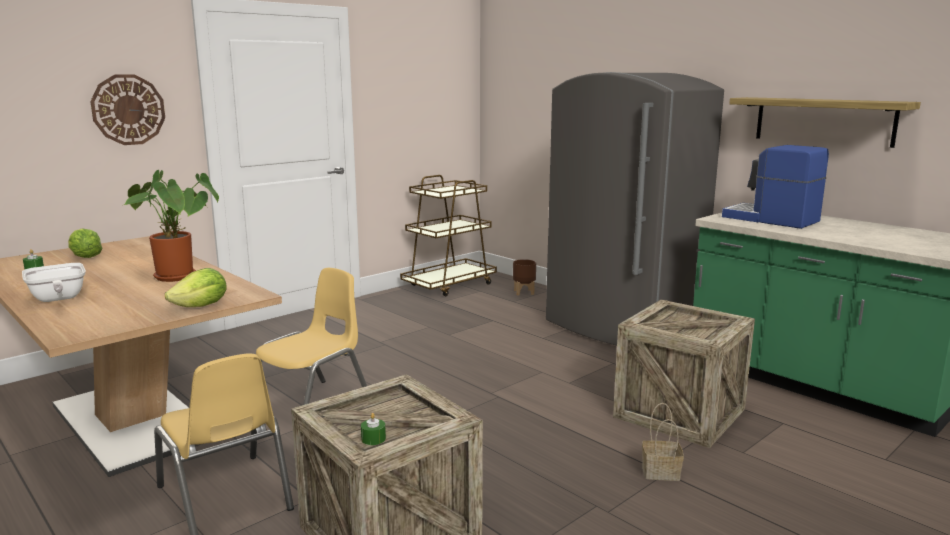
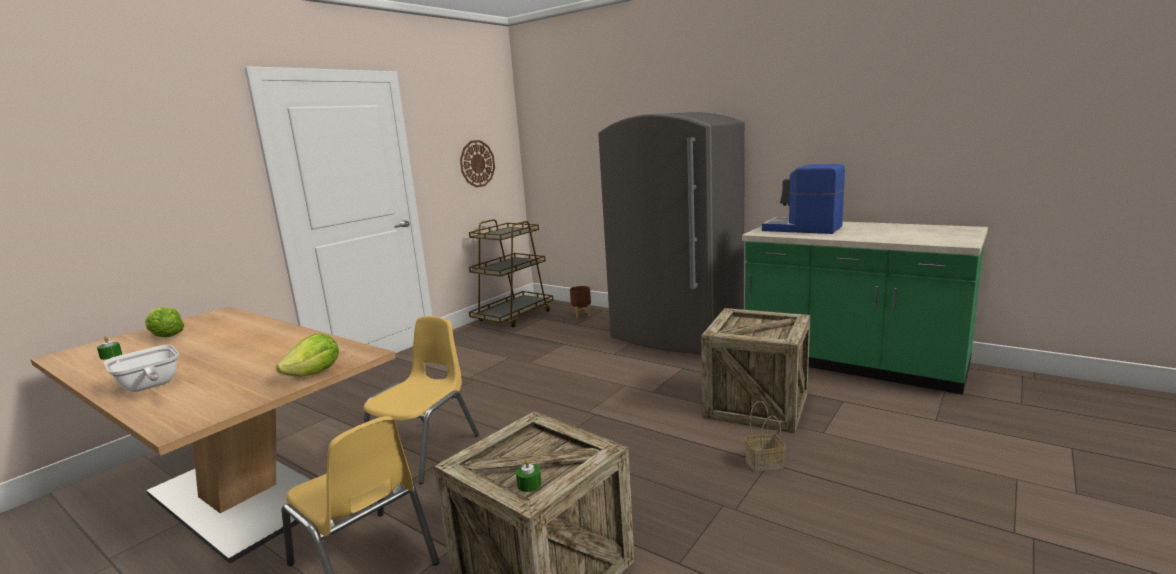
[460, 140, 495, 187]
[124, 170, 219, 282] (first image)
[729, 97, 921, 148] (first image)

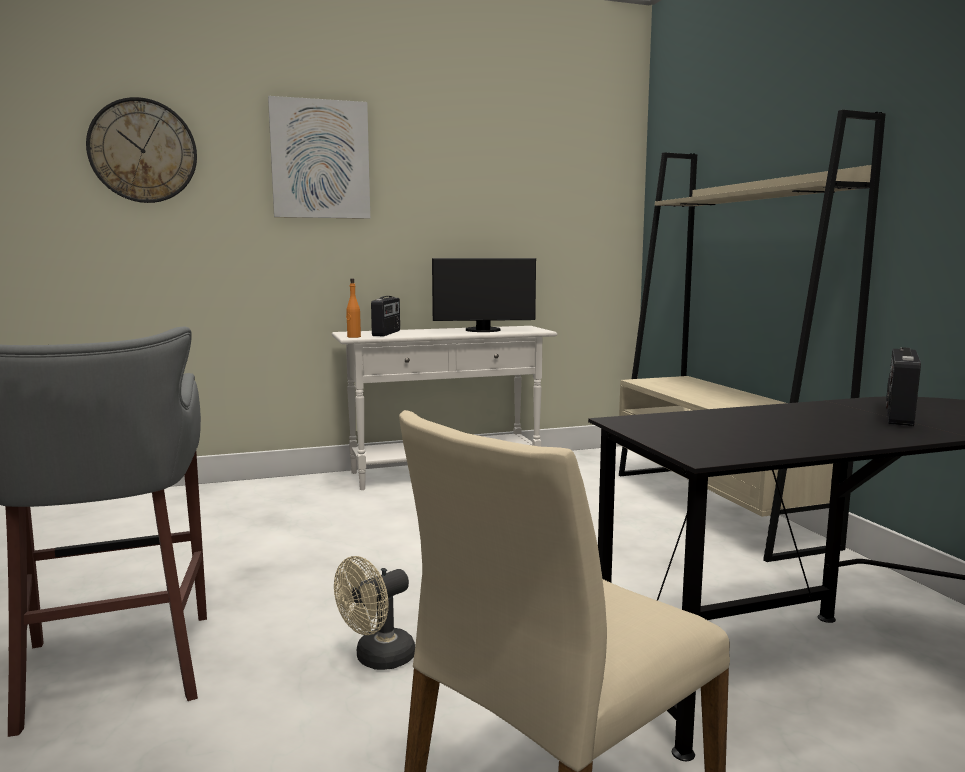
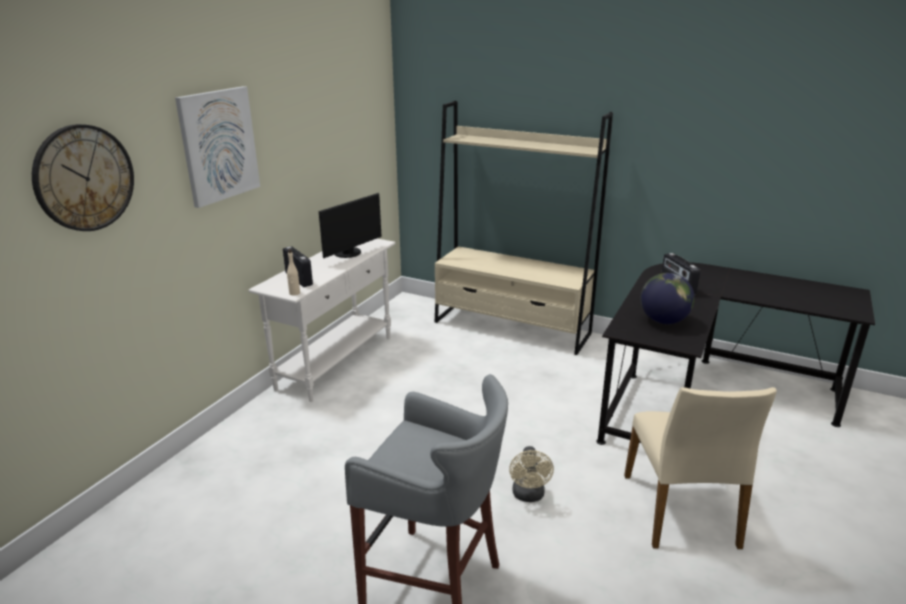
[287, 249, 300, 295]
[641, 273, 695, 324]

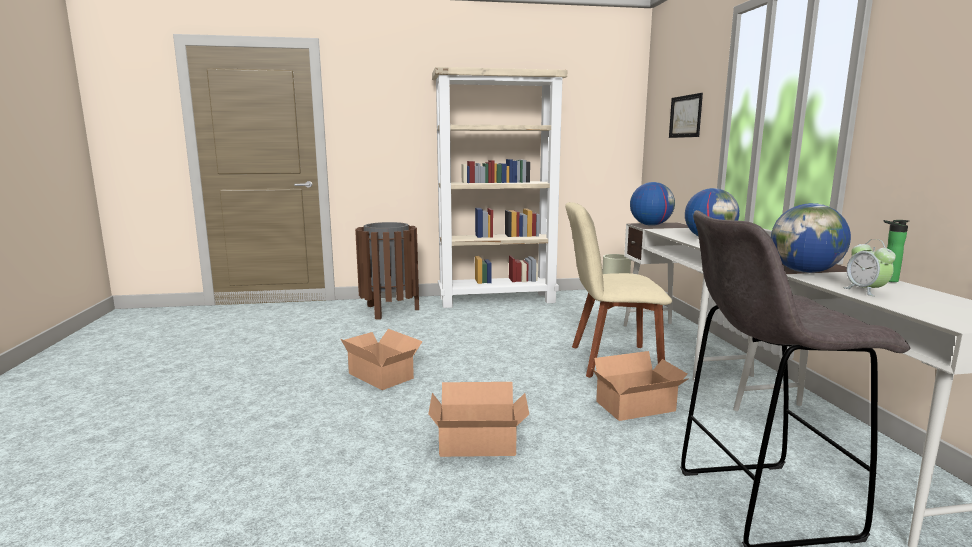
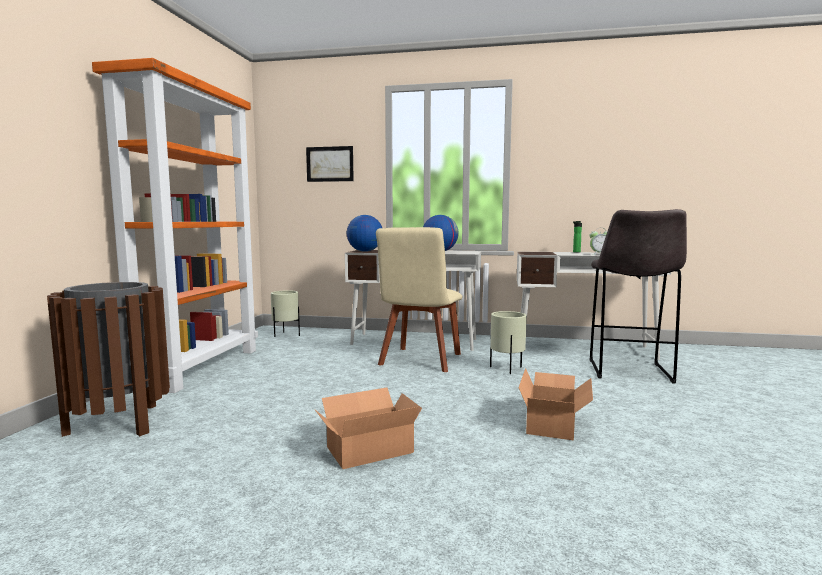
[92, 58, 258, 393]
[490, 311, 527, 374]
[771, 203, 851, 273] (first image)

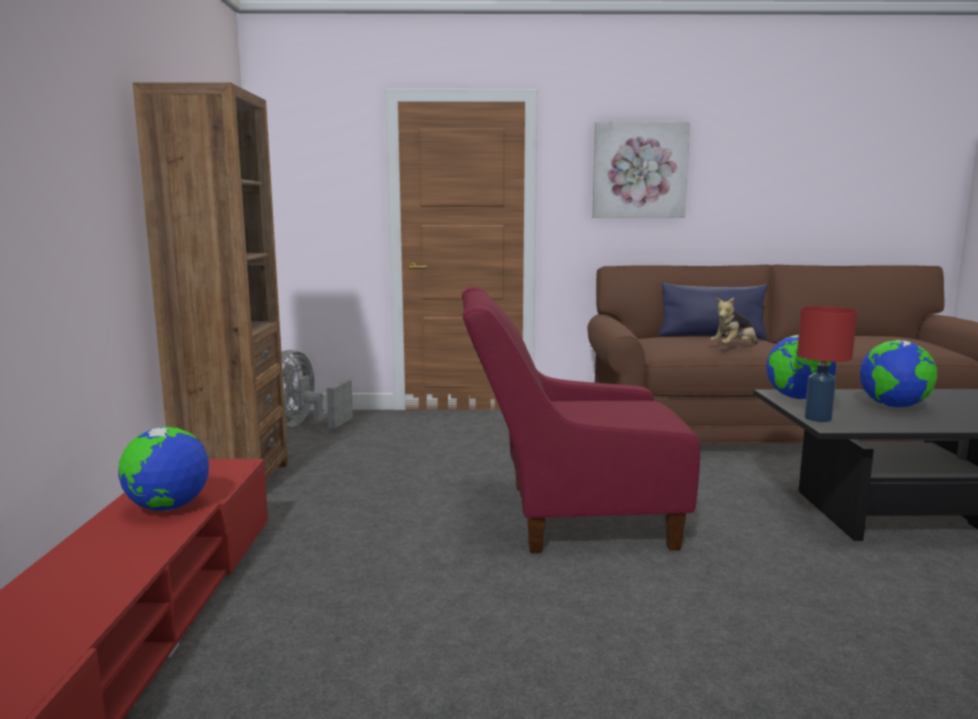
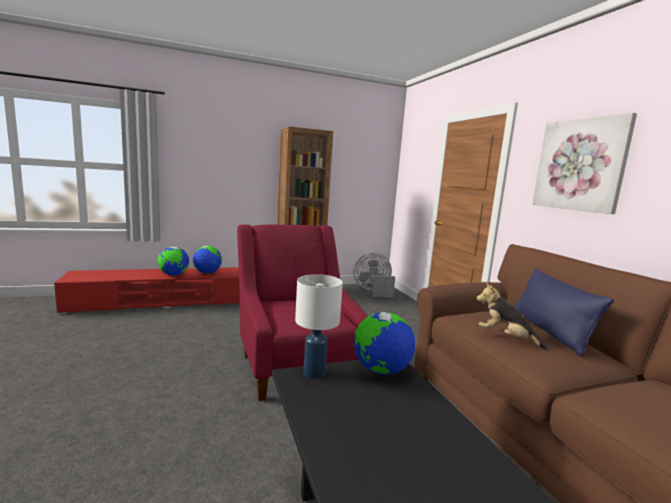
[158, 247, 189, 276]
[295, 274, 343, 379]

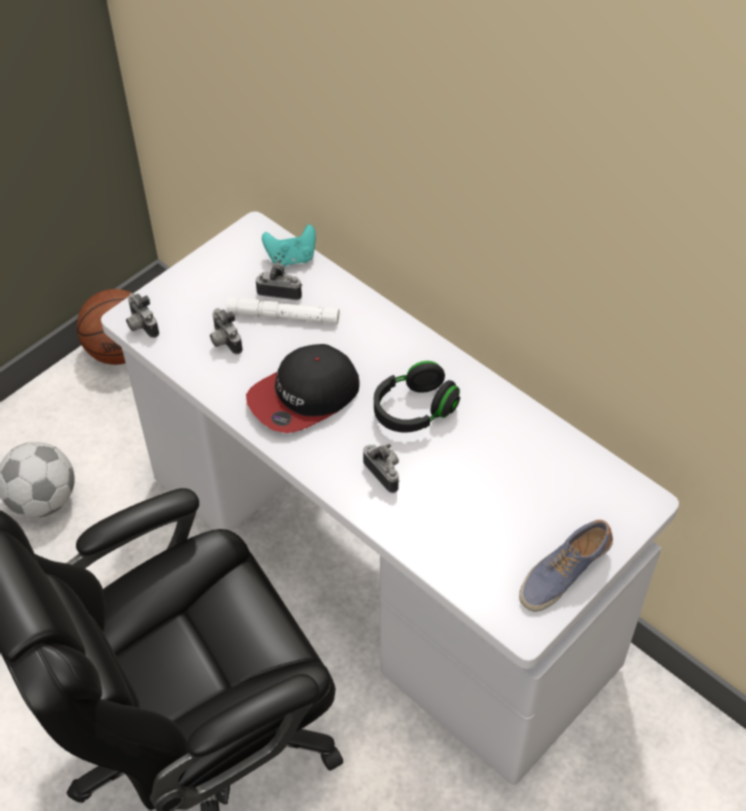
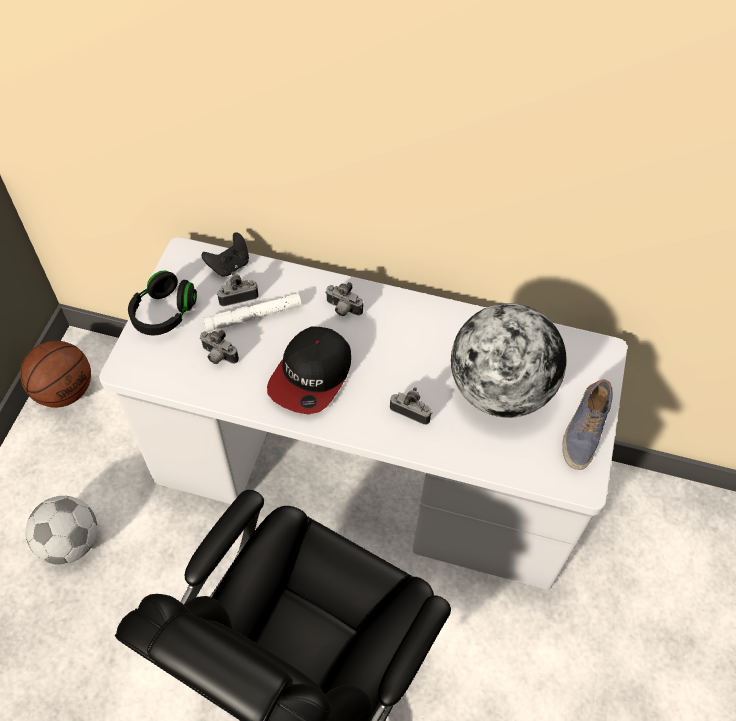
[128, 271, 197, 335]
[201, 233, 249, 277]
[325, 282, 363, 316]
[451, 303, 567, 418]

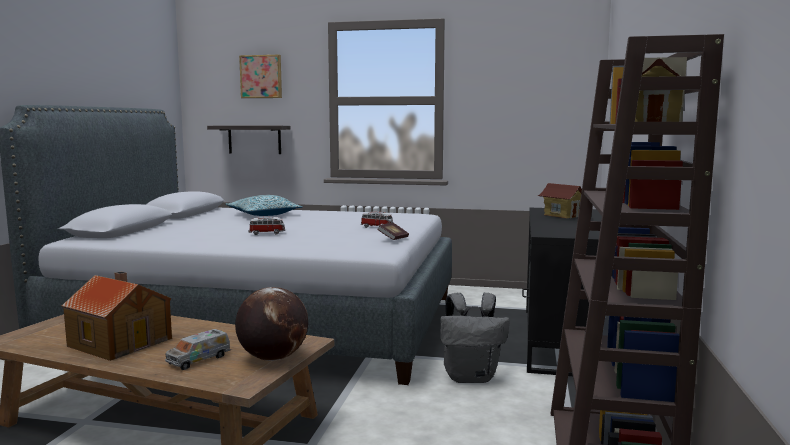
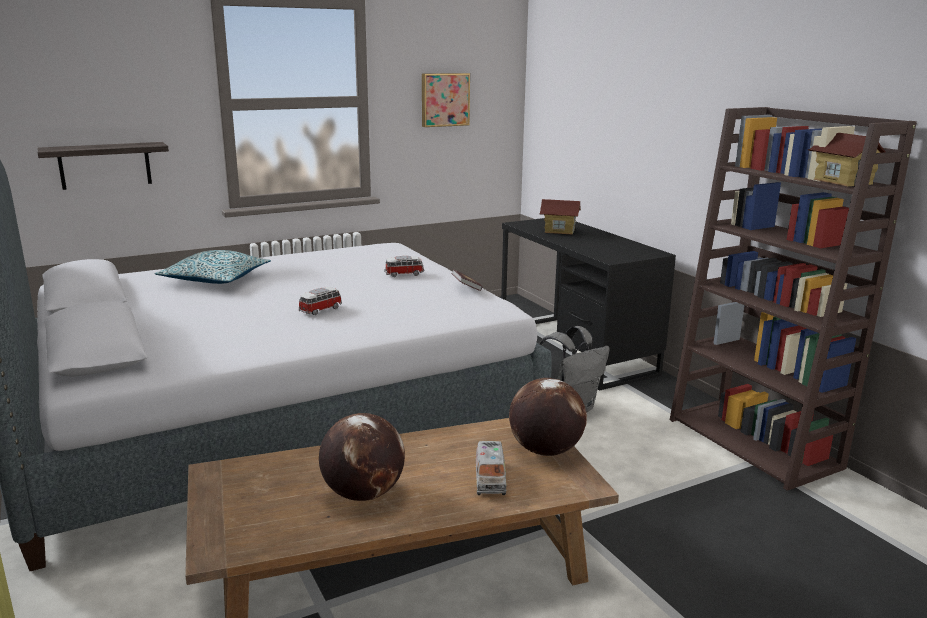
[319, 413, 405, 501]
[422, 73, 470, 127]

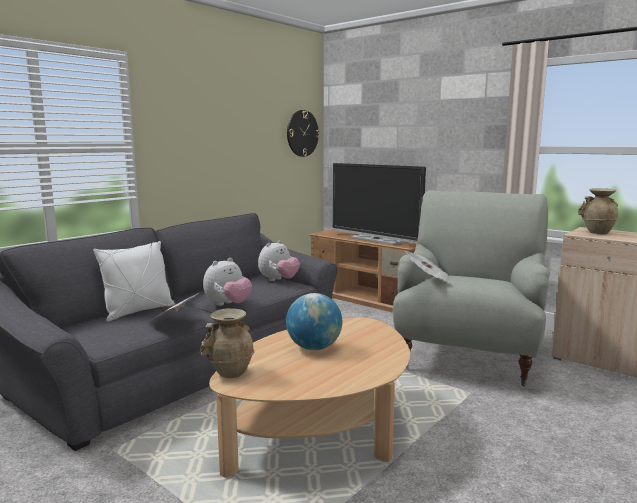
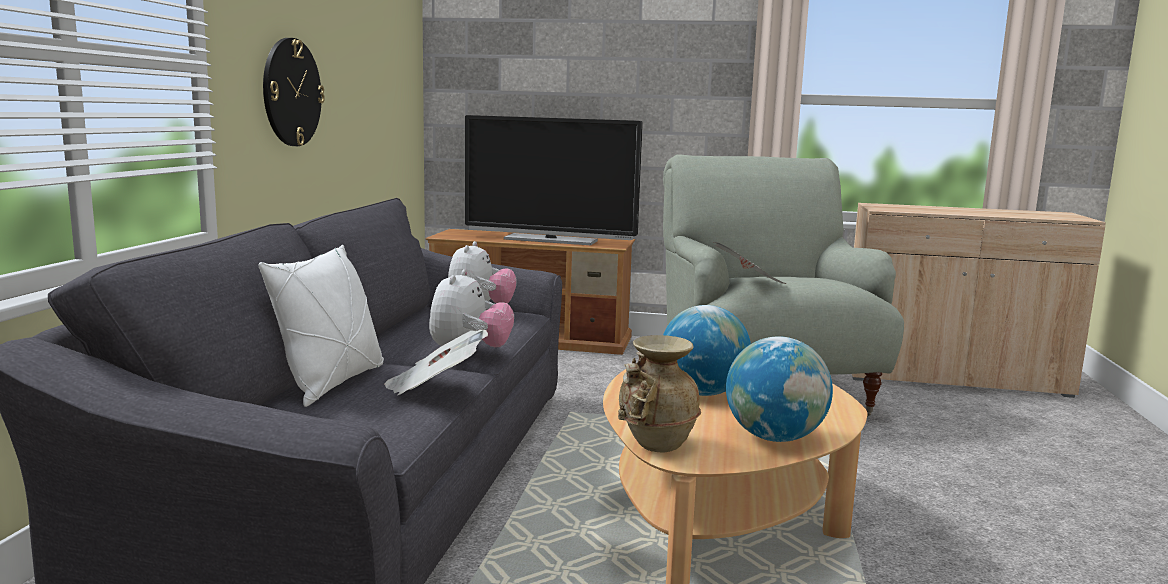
[263, 38, 325, 146]
[726, 336, 833, 442]
[578, 188, 619, 234] (first image)

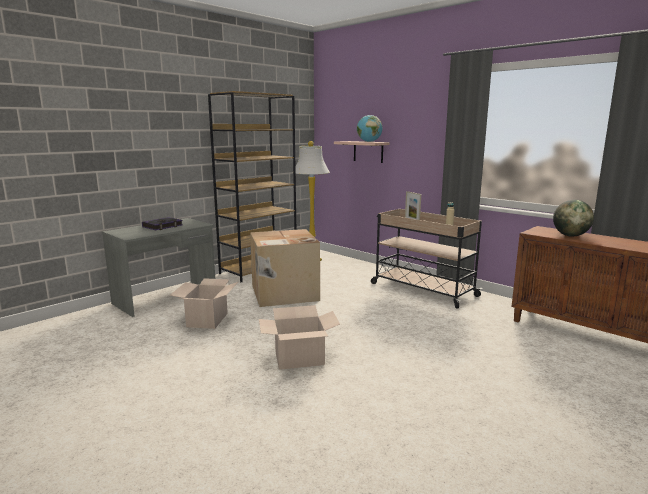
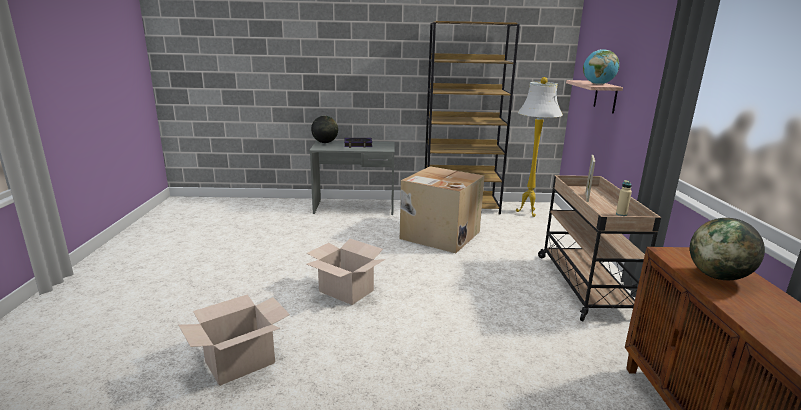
[179, 294, 290, 386]
[311, 116, 338, 143]

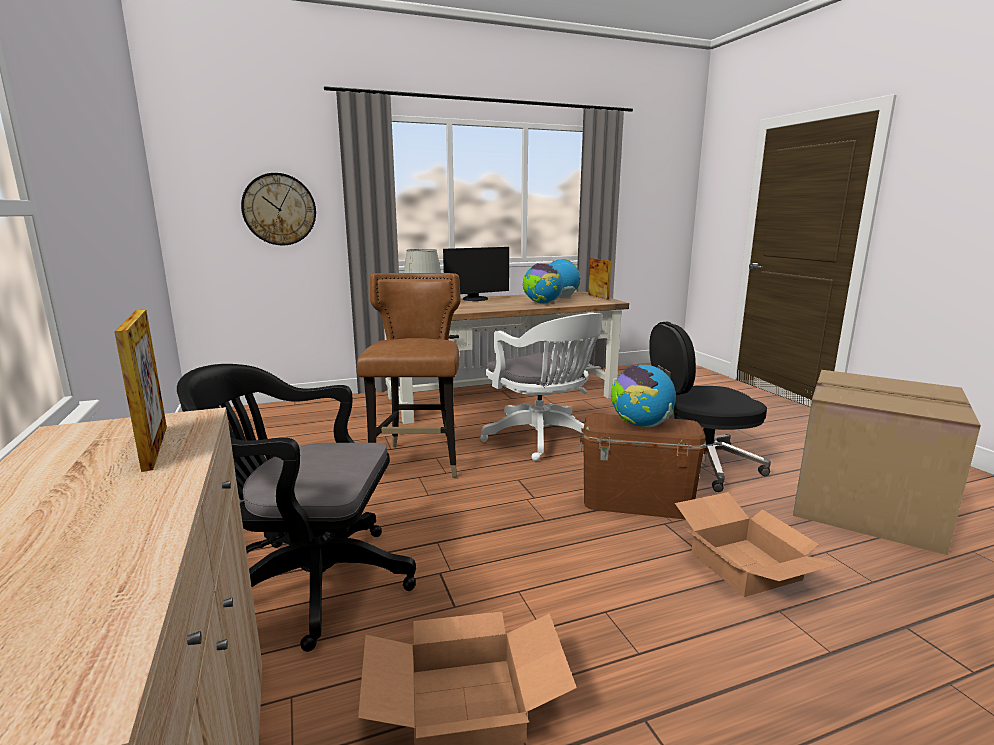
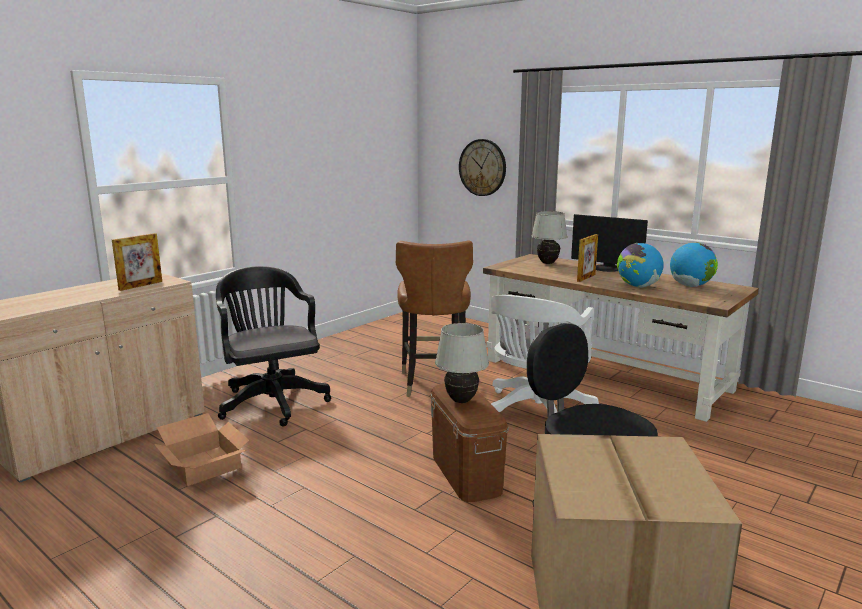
[396, 240, 473, 397]
[435, 323, 489, 403]
[577, 234, 598, 282]
[675, 492, 841, 597] (first image)

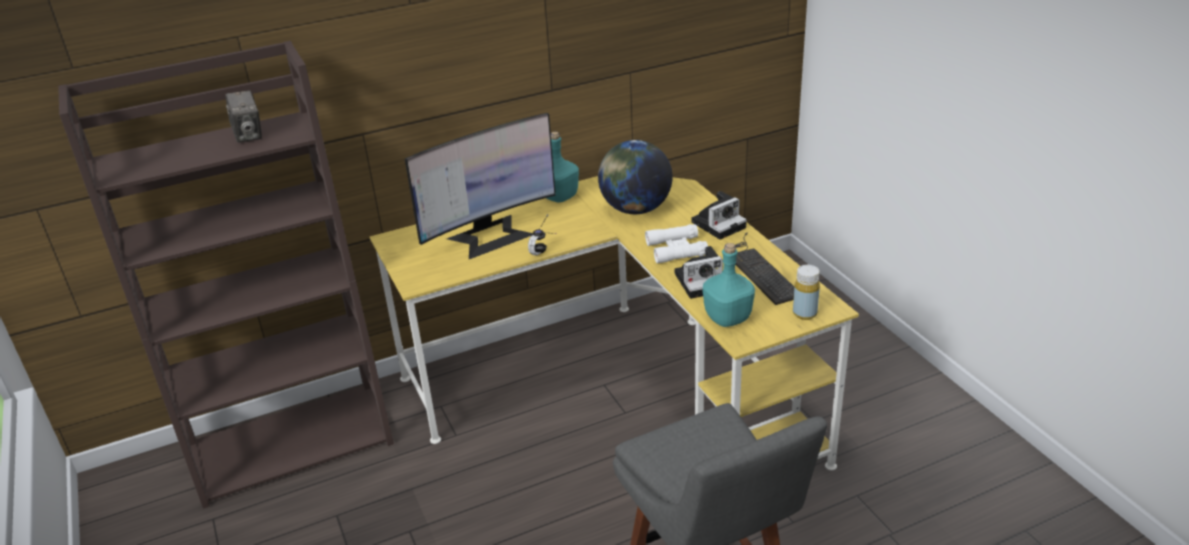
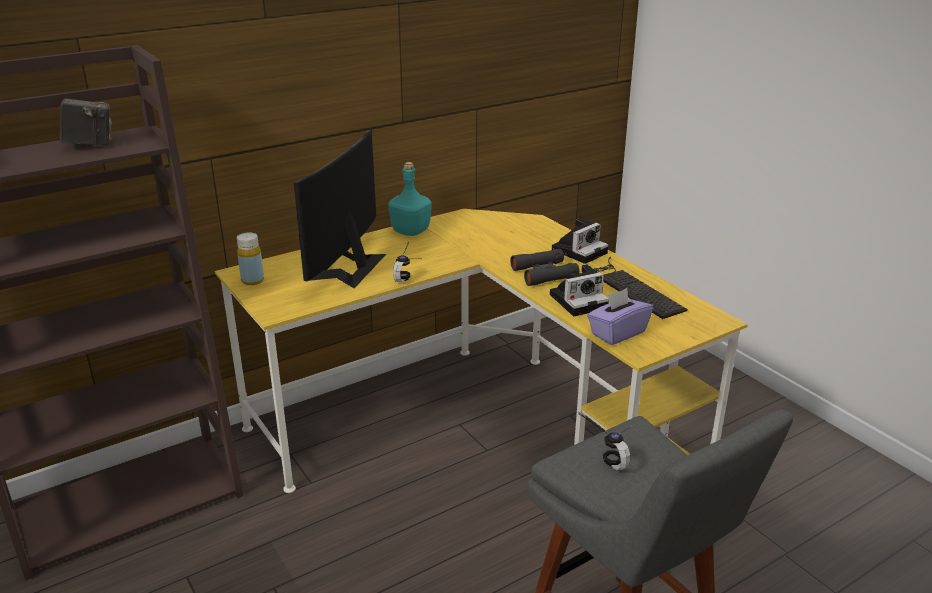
[59, 98, 112, 146]
[237, 232, 264, 285]
[294, 129, 386, 288]
[510, 249, 580, 286]
[578, 412, 632, 470]
[587, 288, 653, 345]
[598, 140, 673, 214] (first image)

